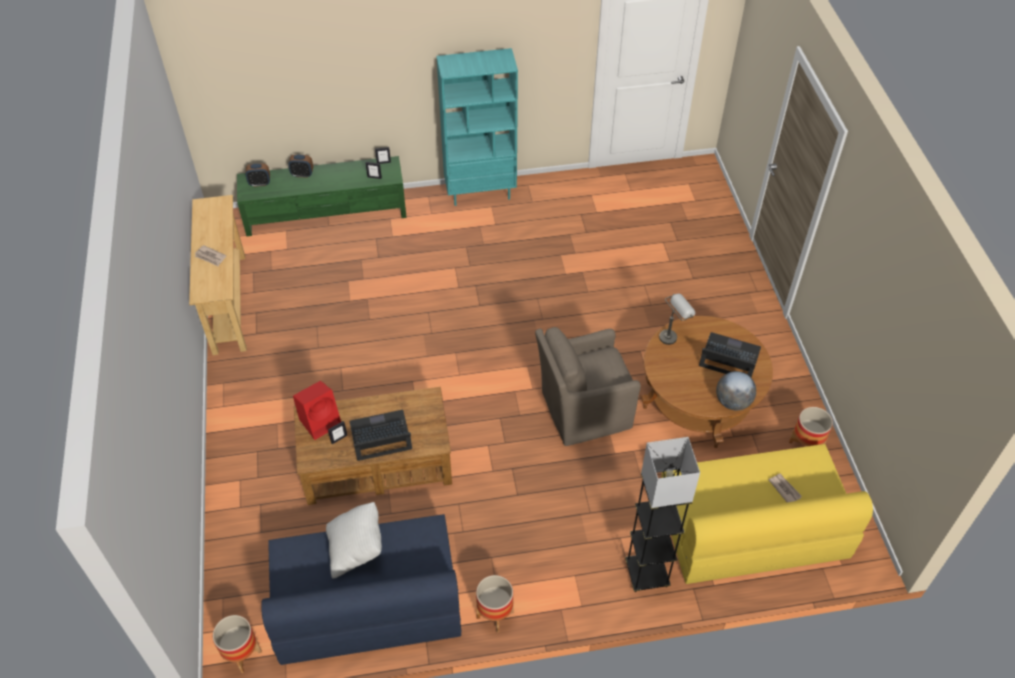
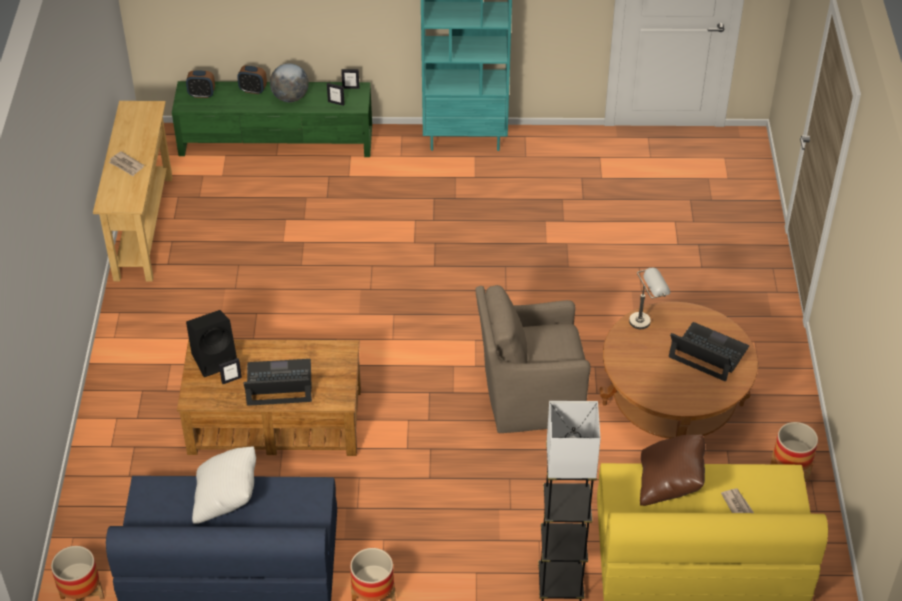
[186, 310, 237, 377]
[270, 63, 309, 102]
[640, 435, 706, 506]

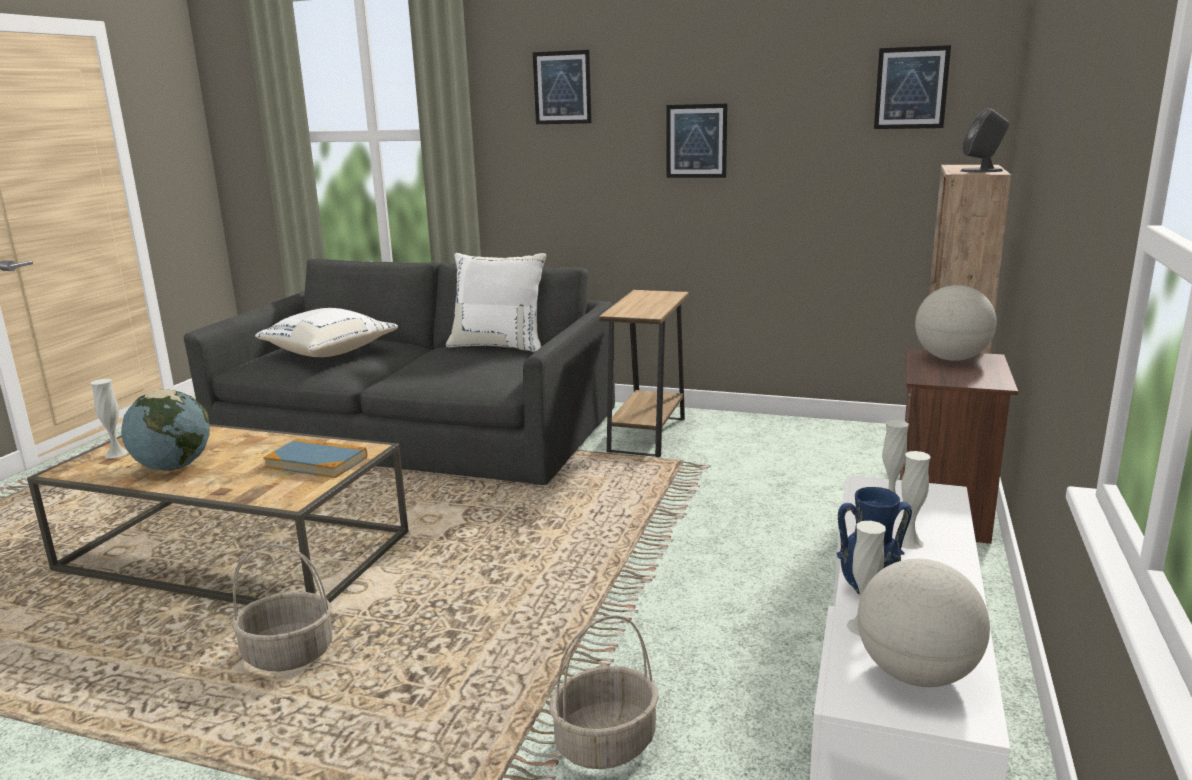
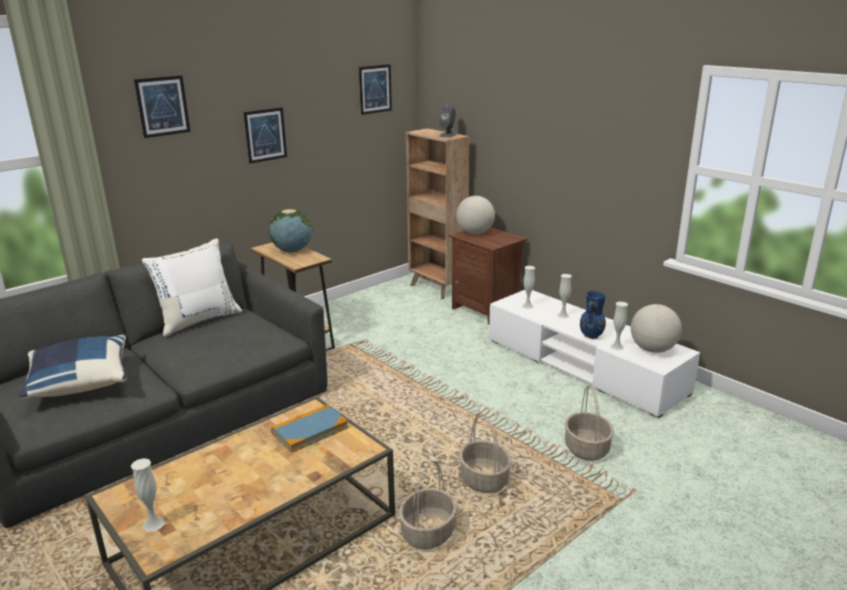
[19, 334, 126, 399]
[268, 209, 313, 252]
[459, 413, 512, 493]

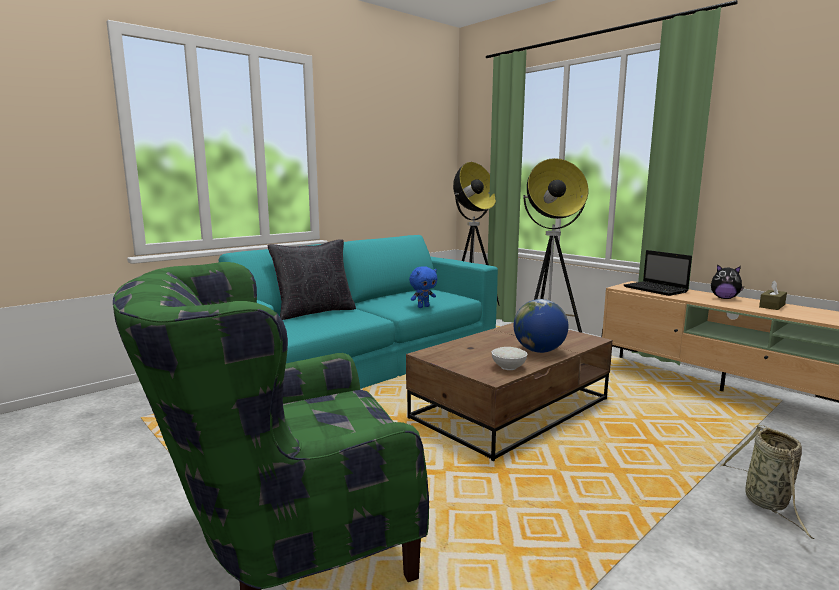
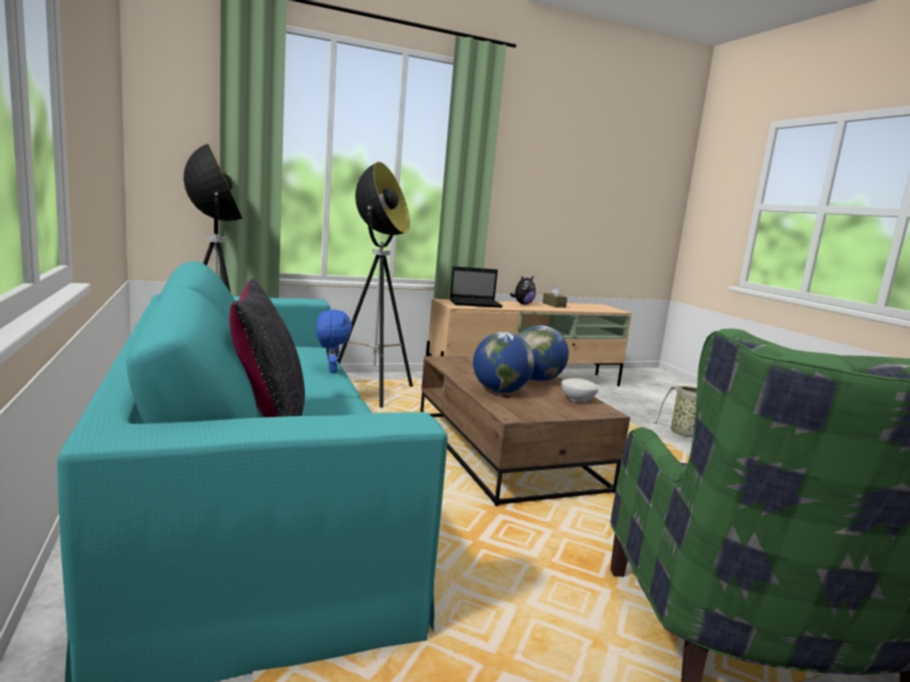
[473, 332, 534, 393]

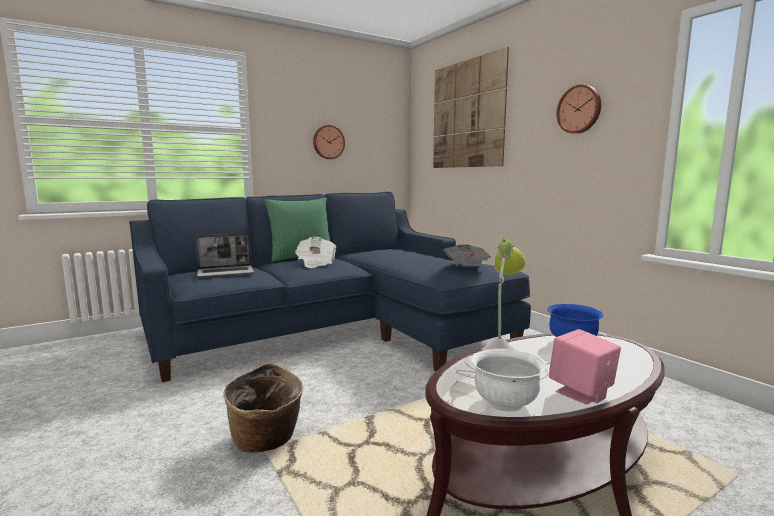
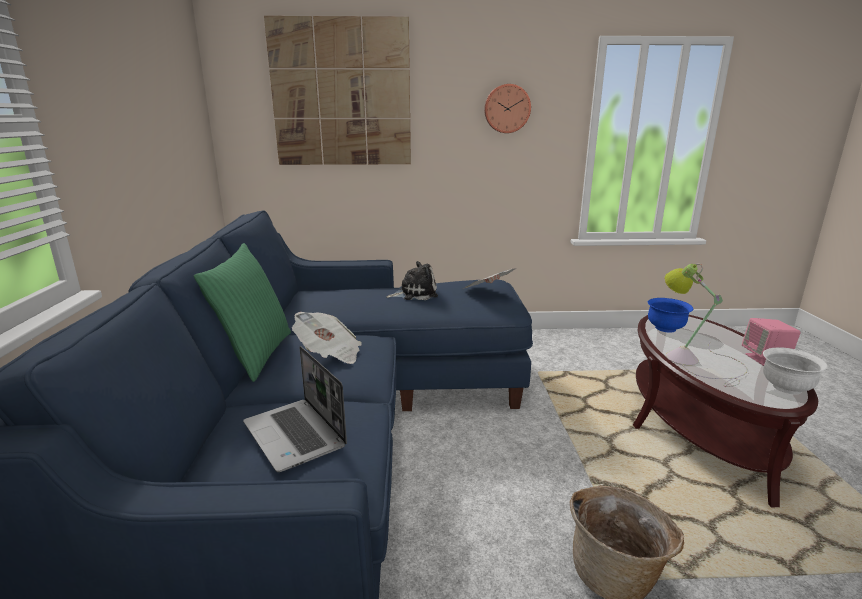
[243, 346, 347, 472]
[387, 261, 438, 300]
[313, 125, 345, 159] (first image)

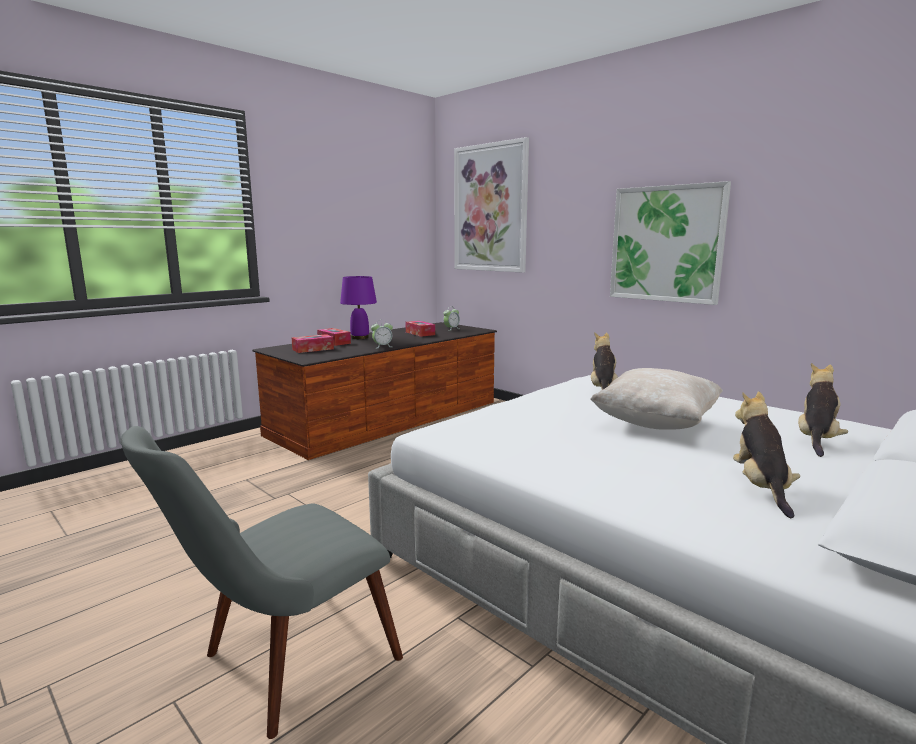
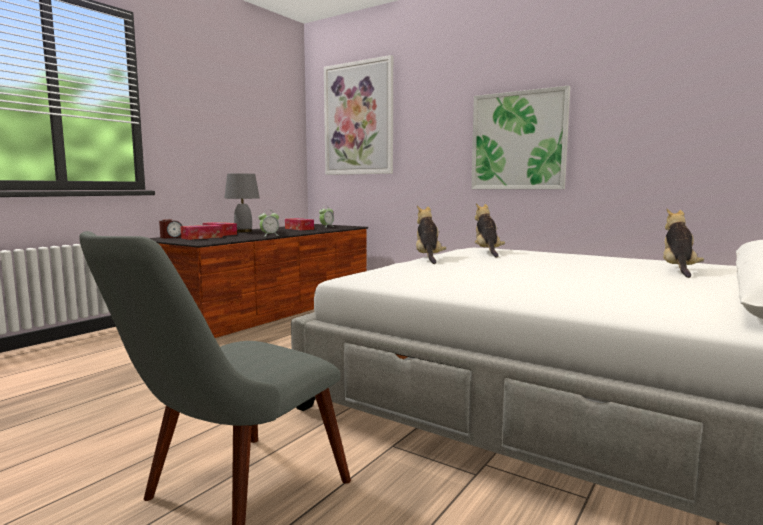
[159, 219, 182, 238]
[225, 174, 260, 233]
[416, 205, 446, 264]
[590, 368, 723, 430] (first image)

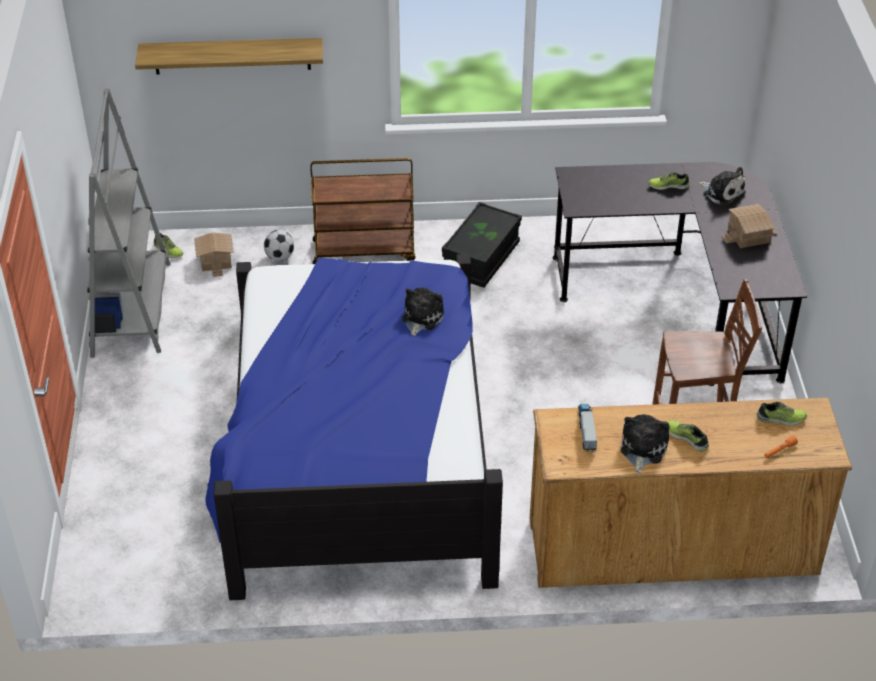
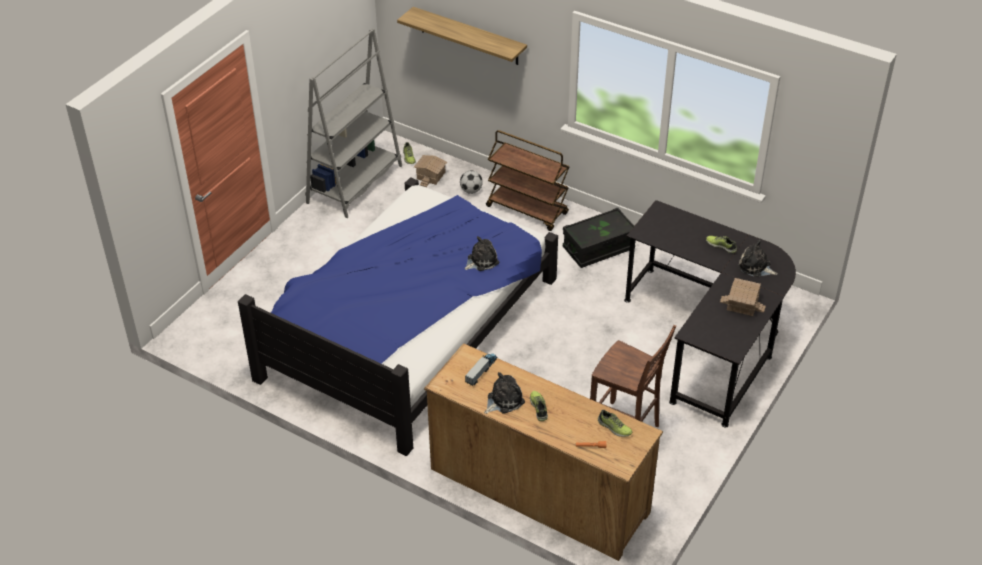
[738, 240, 778, 277]

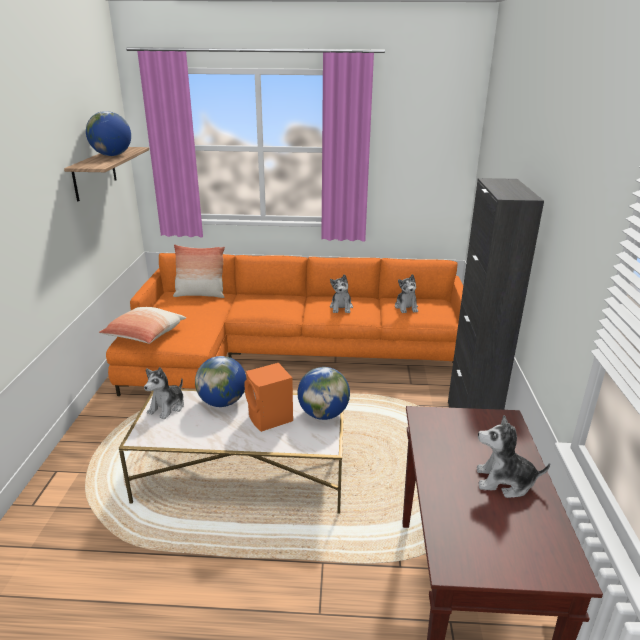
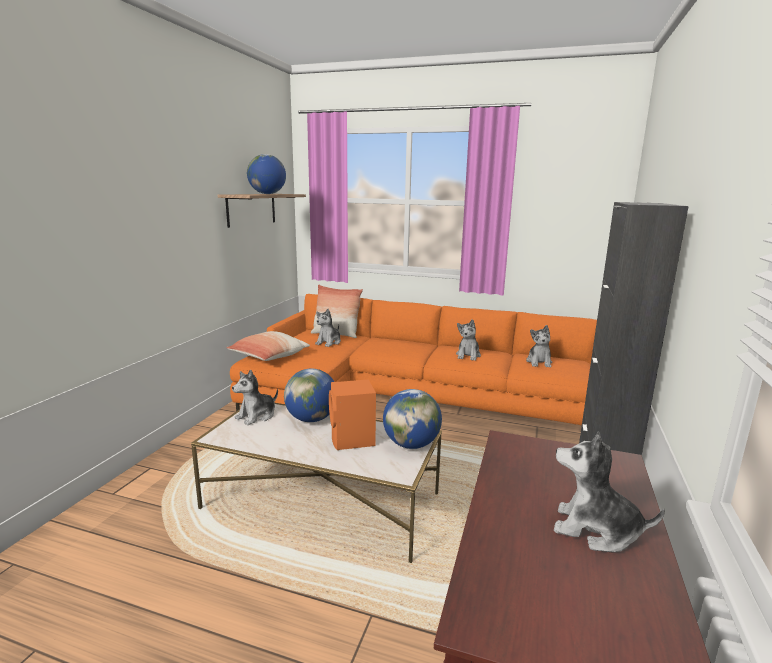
[315, 309, 341, 347]

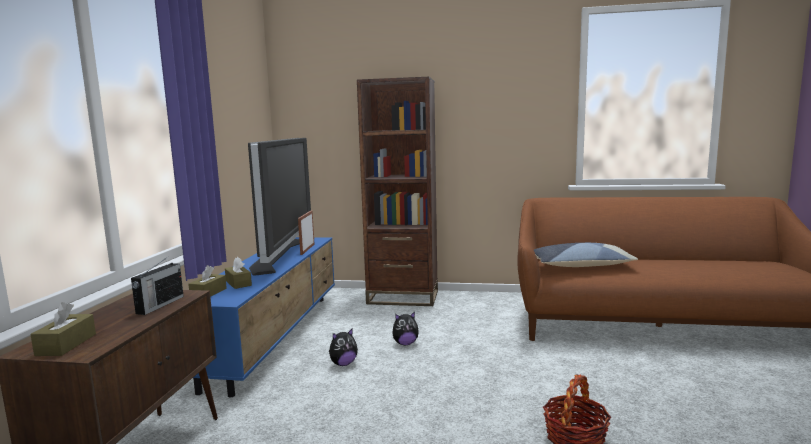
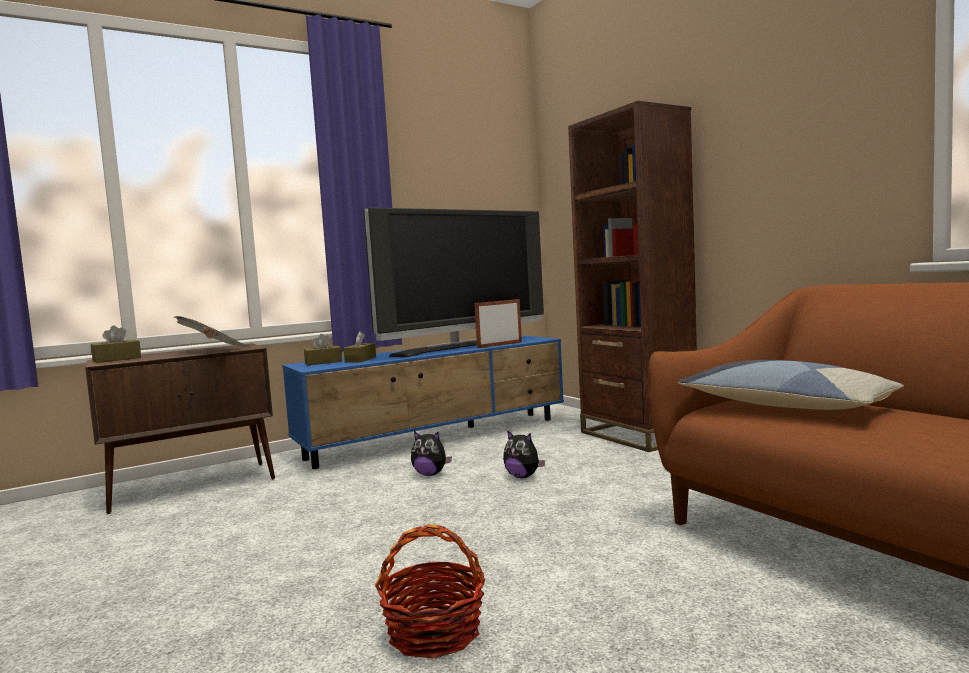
[174, 316, 251, 347]

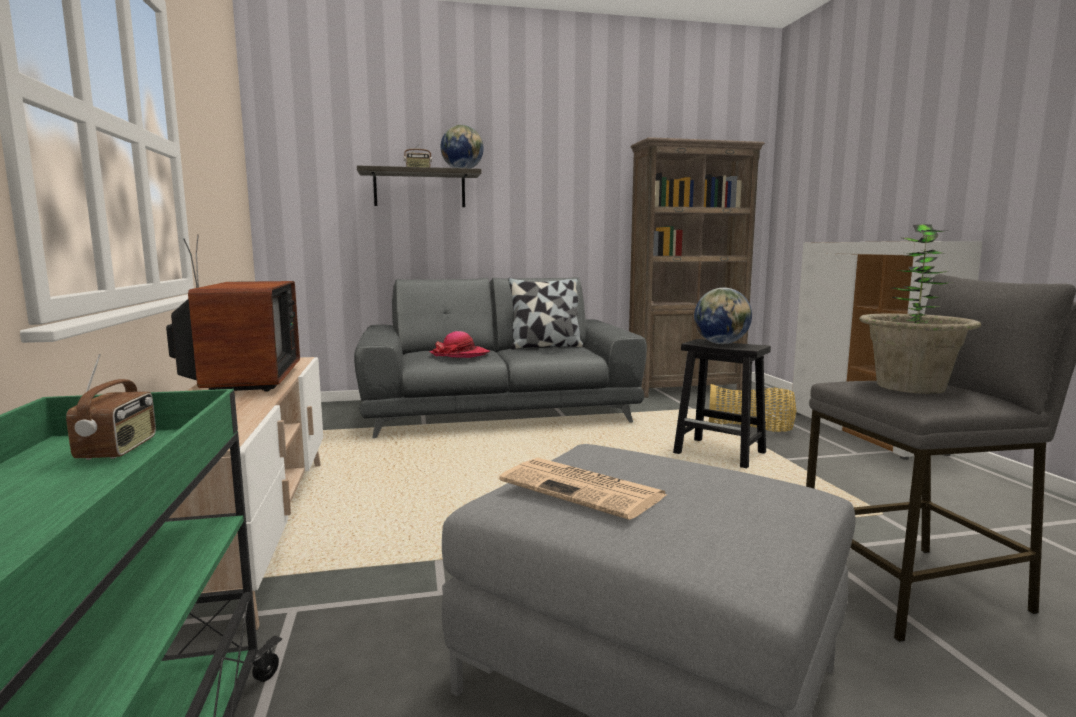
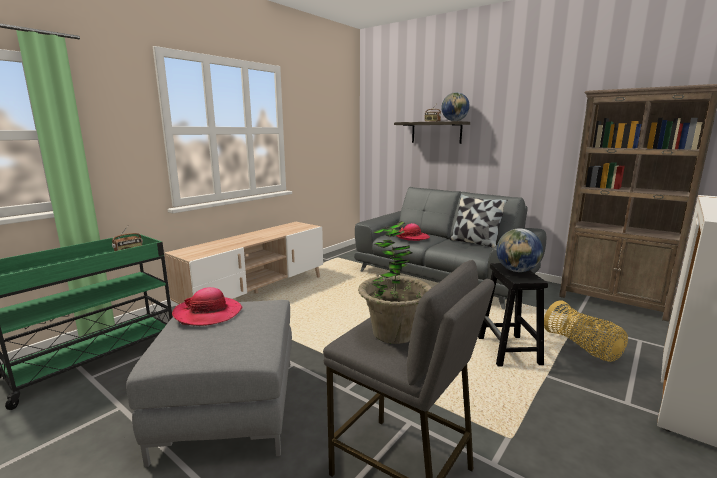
[172, 287, 242, 326]
[166, 234, 300, 392] (first image)

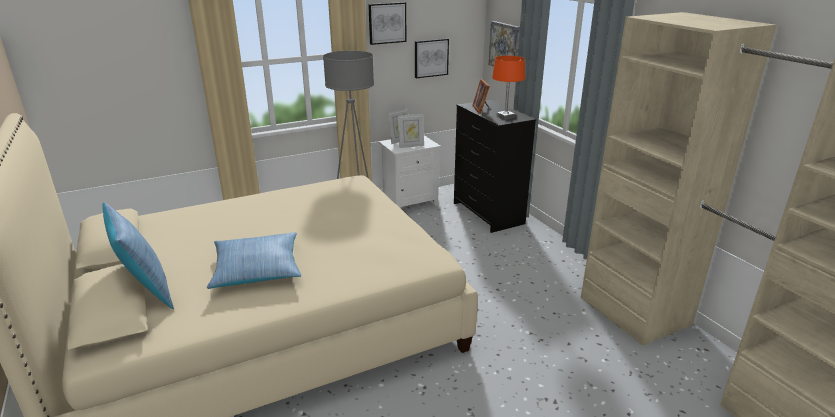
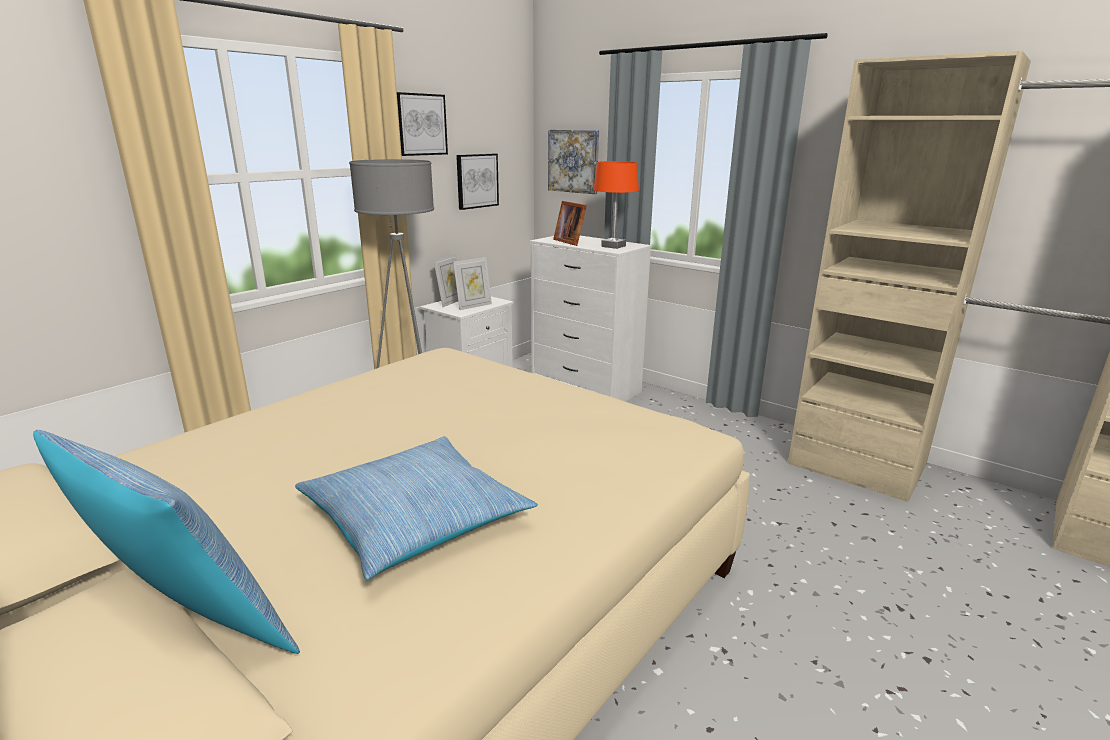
[530, 236, 652, 401]

